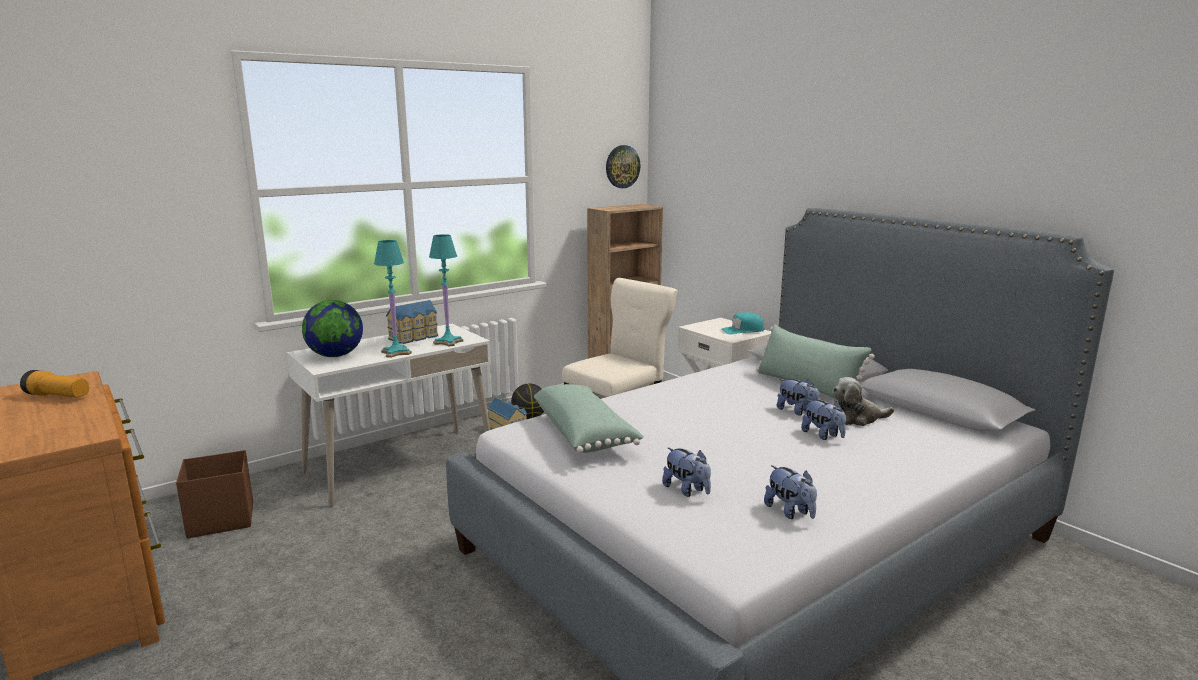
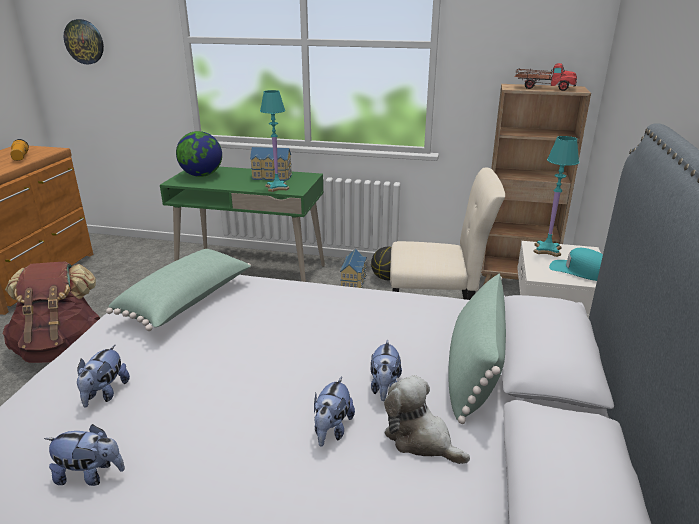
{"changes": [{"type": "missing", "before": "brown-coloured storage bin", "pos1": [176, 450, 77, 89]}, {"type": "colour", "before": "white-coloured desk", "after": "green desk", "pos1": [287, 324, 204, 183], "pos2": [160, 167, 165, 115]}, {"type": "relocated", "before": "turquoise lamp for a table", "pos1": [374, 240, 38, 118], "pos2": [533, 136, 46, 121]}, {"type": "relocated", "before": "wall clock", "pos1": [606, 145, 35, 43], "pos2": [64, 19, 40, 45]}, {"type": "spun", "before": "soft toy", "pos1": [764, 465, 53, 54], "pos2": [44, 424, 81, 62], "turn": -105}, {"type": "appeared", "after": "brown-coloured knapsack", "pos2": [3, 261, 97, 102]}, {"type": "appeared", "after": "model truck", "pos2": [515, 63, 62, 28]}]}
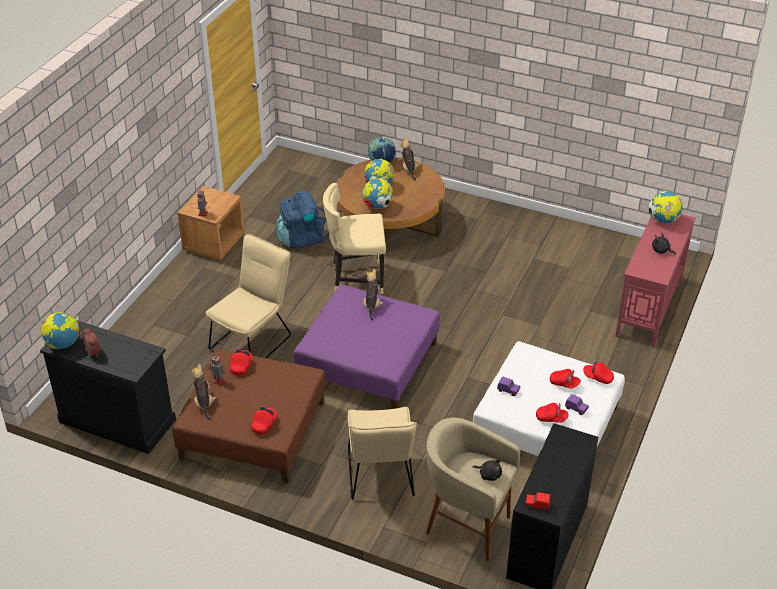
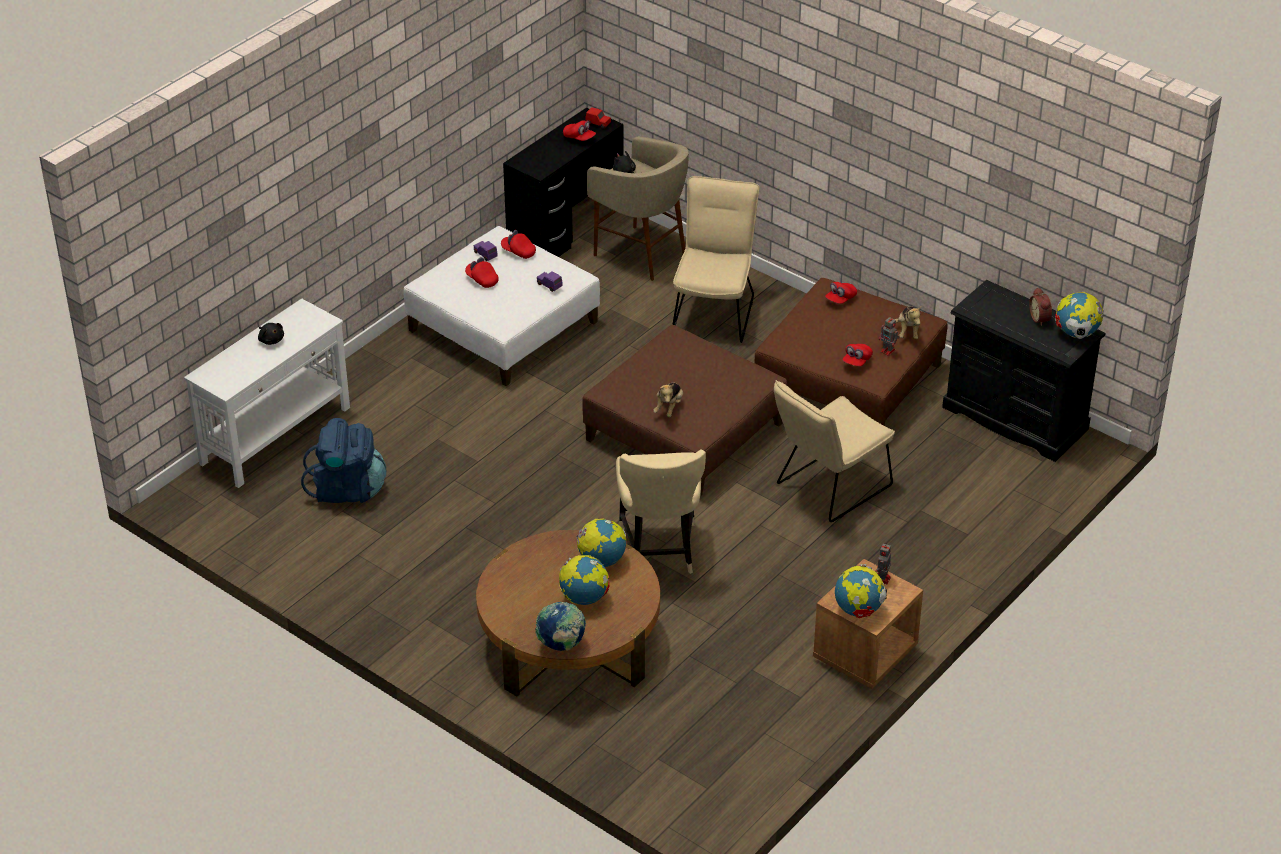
{"changes": [{"type": "relocated", "before": "blue-coloured knapsack", "pos1": [275, 191, 54, 58], "pos2": [301, 418, 85, 85]}, {"type": "colour", "before": "purplish footrest", "after": "brown-coloured footrest", "pos1": [294, 285, 146, 124], "pos2": [582, 325, 205, 171]}, {"type": "spun", "before": "sand-coloured chair", "pos1": [323, 183, 63, 111], "pos2": [616, 449, 90, 125], "turn": 75}, {"type": "missing", "before": "soft toy", "pos1": [400, 137, 19, 44]}, {"type": "relocated", "before": "red peaked cap", "pos1": [583, 360, 31, 24], "pos2": [563, 120, 33, 21]}, {"type": "colour", "before": "red console table", "after": "white-coloured console table", "pos1": [615, 214, 81, 134], "pos2": [184, 298, 166, 190]}, {"type": "relocated", "before": "world globe", "pos1": [649, 191, 33, 32], "pos2": [835, 564, 52, 54]}]}
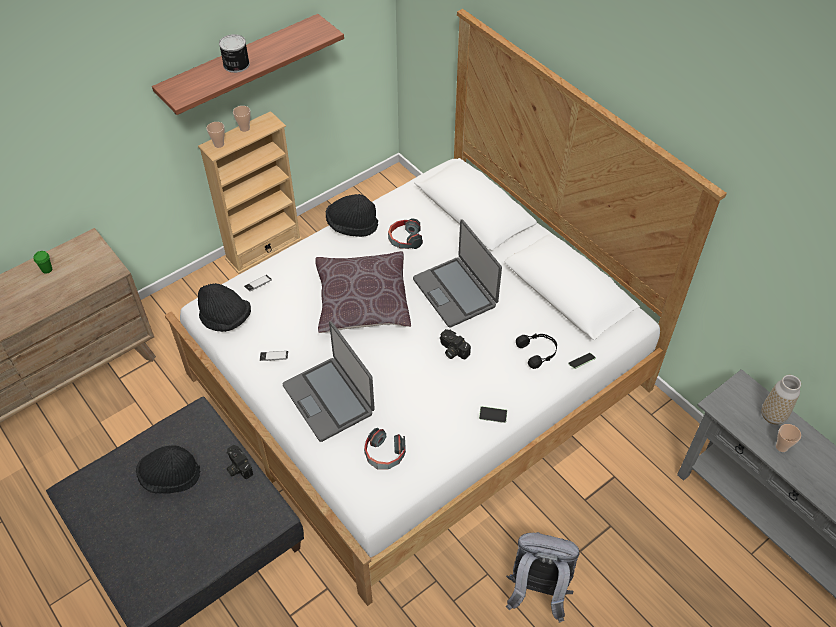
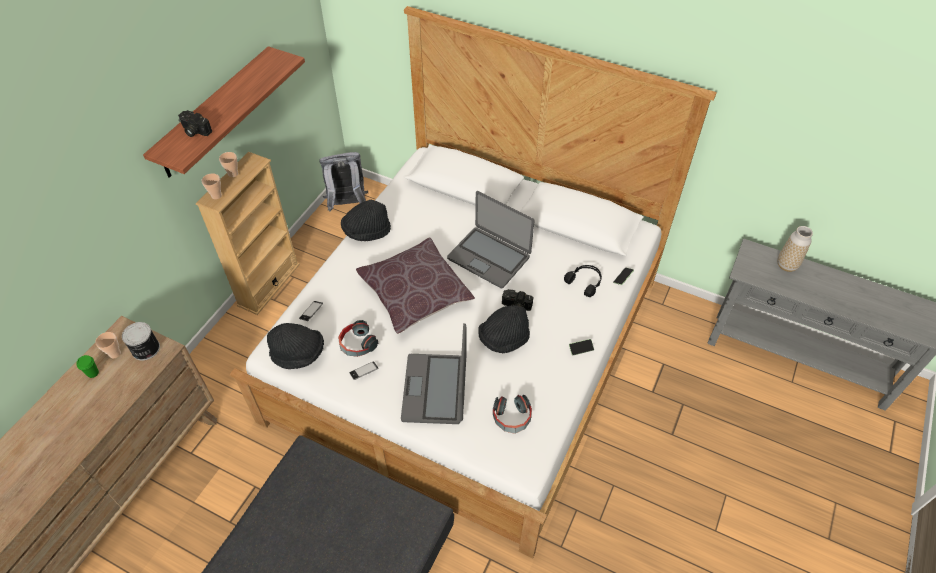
{"changes": [{"type": "relocated", "before": "blackish clothing hat", "pos1": [136, 445, 64, 49], "pos2": [478, 305, 52, 48]}, {"type": "relocated", "before": "can", "pos1": [219, 34, 31, 39], "pos2": [122, 322, 38, 38]}, {"type": "relocated", "before": "still camera", "pos1": [227, 445, 26, 34], "pos2": [178, 110, 34, 27]}, {"type": "spun", "before": "laptop", "pos1": [283, 321, 92, 121], "pos2": [401, 323, 65, 101], "turn": 60}, {"type": "relocated", "before": "headphones", "pos1": [388, 218, 35, 31], "pos2": [338, 320, 40, 37]}, {"type": "relocated", "before": "greyish knapsack", "pos1": [506, 532, 74, 91], "pos2": [319, 152, 49, 60]}, {"type": "relocated", "before": "small cup", "pos1": [776, 424, 25, 28], "pos2": [95, 332, 26, 26]}]}
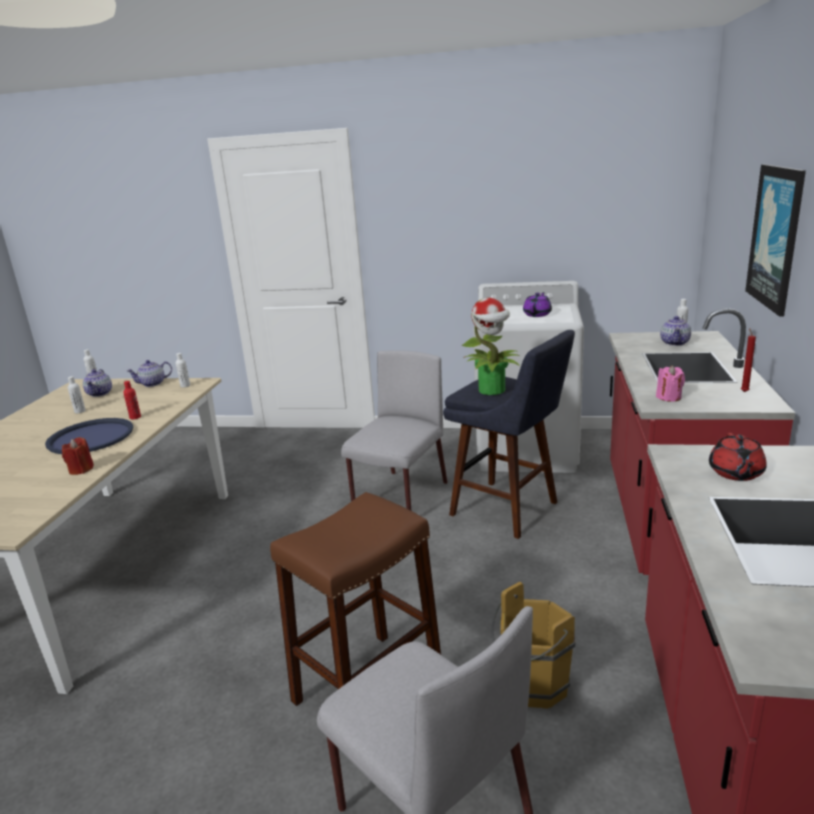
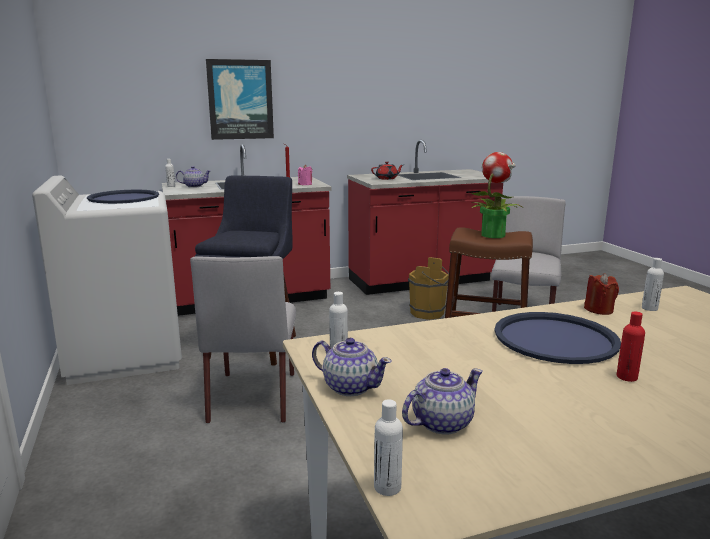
{"changes": [{"type": "relocated", "before": "white-coloured bottle", "pos1": [68, 376, 17, 37], "pos2": [642, 258, 22, 53]}, {"type": "relocated", "before": "red bottle", "pos1": [123, 381, 18, 39], "pos2": [617, 311, 28, 71]}, {"type": "spun", "before": "greyish chair", "pos1": [341, 350, 107, 160], "pos2": [190, 256, 106, 168], "turn": -90}, {"type": "relocated", "before": "plant in a pot", "pos1": [461, 298, 59, 97], "pos2": [471, 152, 51, 86]}, {"type": "exchanged", "before": "purplish pot for tea", "after": "blue-coloured tray", "pos1": [523, 292, 29, 25], "pos2": [87, 190, 72, 14]}]}
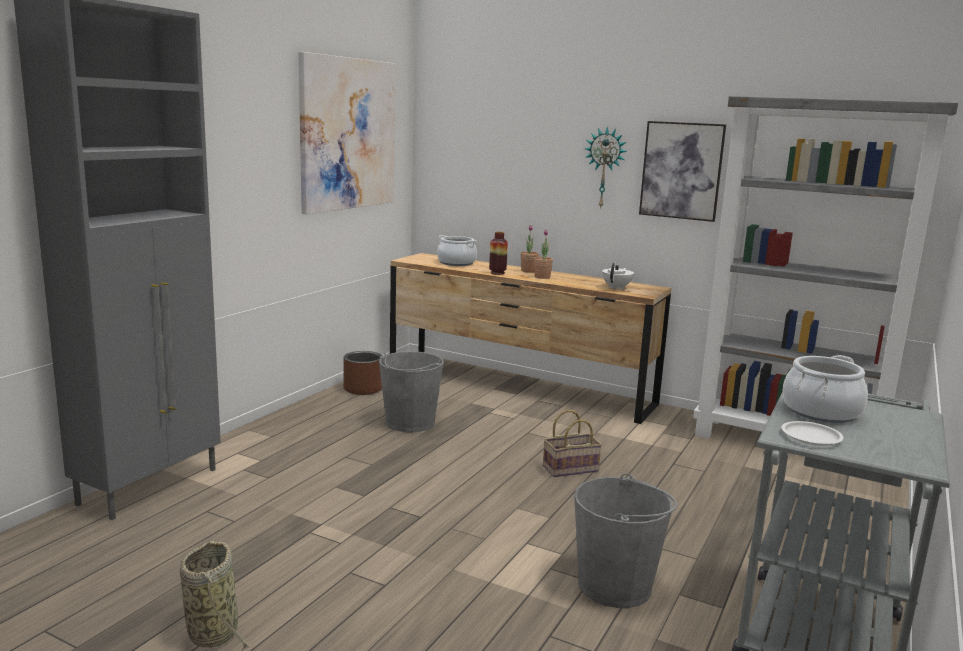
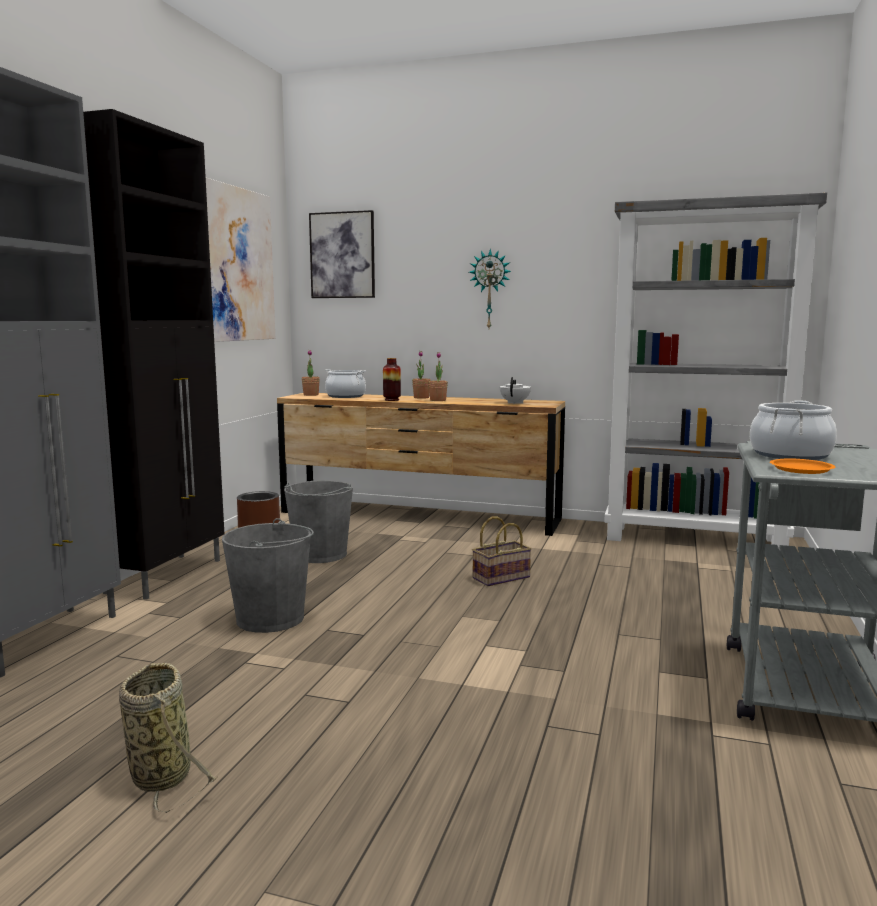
{"changes": [{"type": "relocated", "before": "greyish water bucket", "pos1": [574, 473, 103, 135], "pos2": [222, 518, 92, 115]}, {"type": "relocated", "before": "picture", "pos1": [639, 121, 87, 101], "pos2": [309, 210, 66, 88]}, {"type": "colour", "before": "white-coloured dinner plate", "after": "orangey dinner plate", "pos1": [782, 421, 62, 25], "pos2": [770, 459, 65, 15]}, {"type": "appeared", "after": "blackish storage cabinet", "pos2": [83, 109, 141, 491]}, {"type": "appeared", "after": "plant in a pot", "pos2": [302, 350, 18, 46]}]}
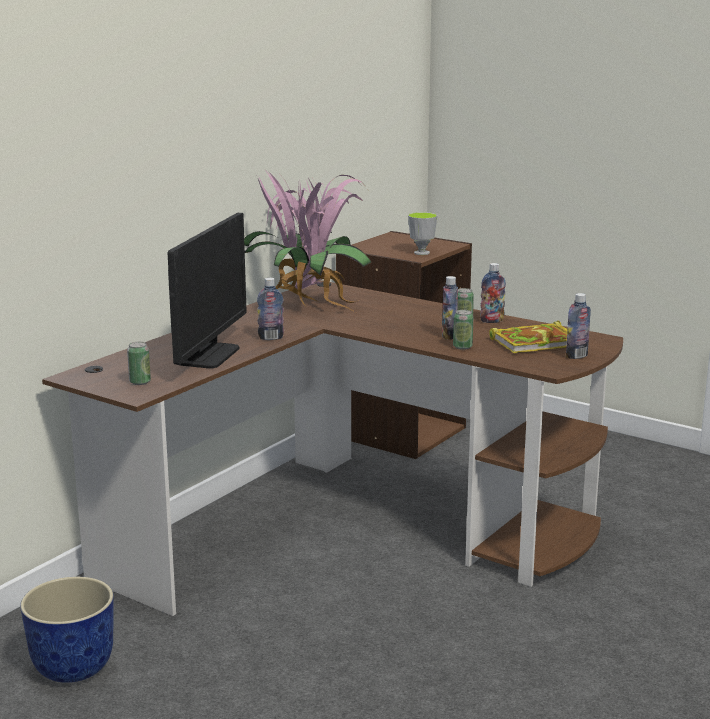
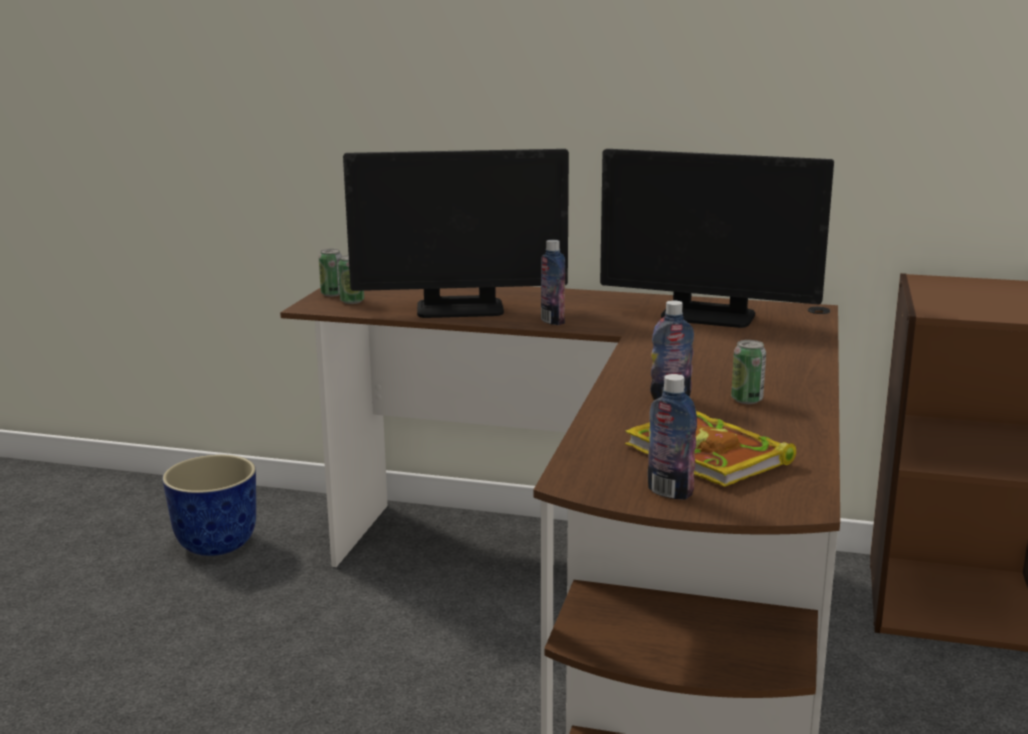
{"changes": [{"type": "exchanged", "before": "plant in a pot", "after": "computer screen", "pos1": [244, 171, 128, 141], "pos2": [600, 149, 234, 179]}, {"type": "missing", "before": "small cup", "pos1": [408, 212, 29, 43]}, {"type": "relocated", "before": "can", "pos1": [453, 310, 21, 40], "pos2": [319, 249, 23, 48]}, {"type": "missing", "before": "bottle", "pos1": [480, 263, 26, 60]}]}
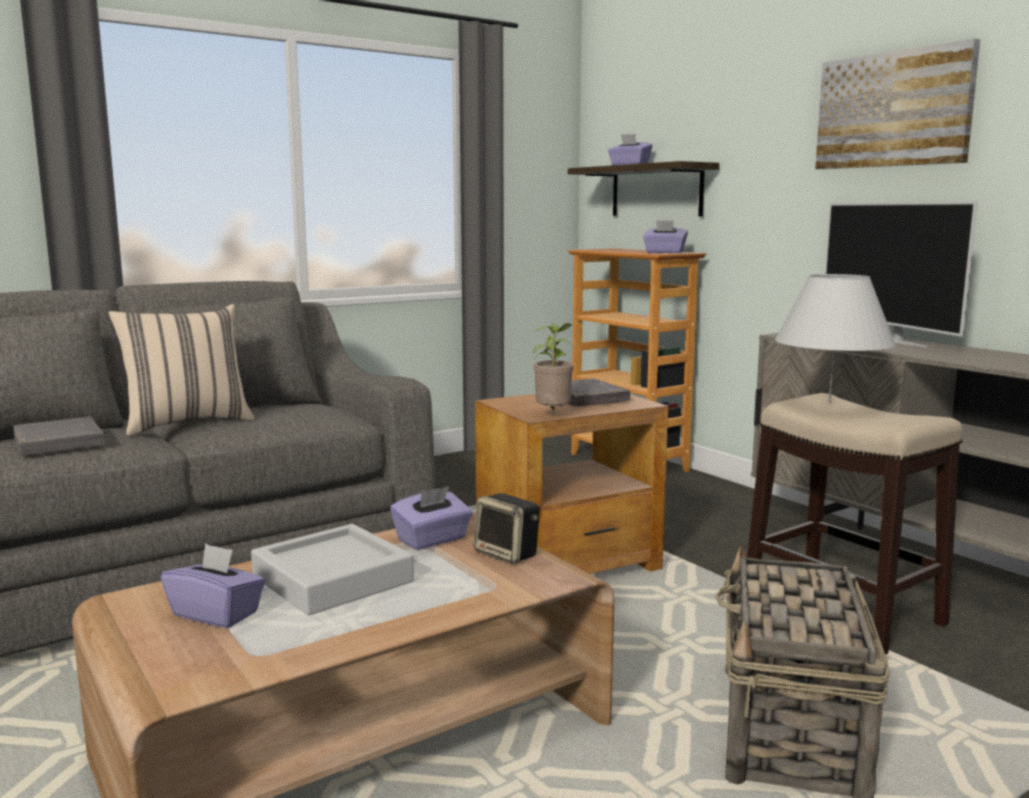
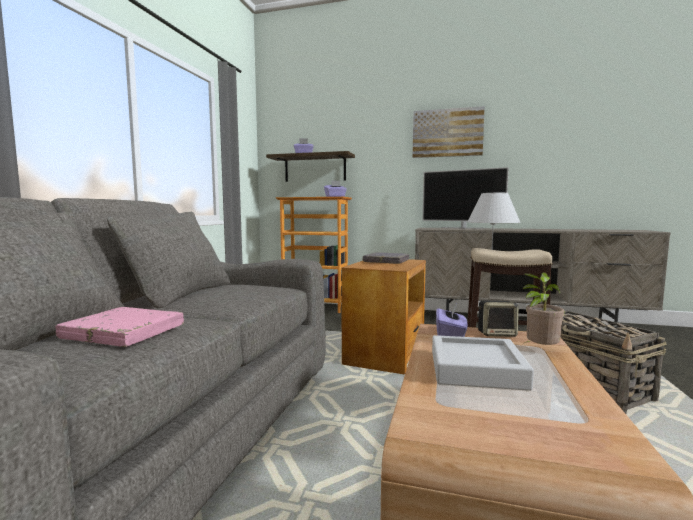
{"changes": [{"type": "colour", "before": "greyish book", "after": "pink book", "pos1": [13, 417, 91, 39], "pos2": [56, 307, 128, 40]}, {"type": "missing", "before": "sand-coloured cushion", "pos1": [108, 304, 147, 132]}, {"type": "missing", "before": "purplish tissue box", "pos1": [160, 543, 106, 85]}, {"type": "relocated", "before": "plant in a pot", "pos1": [533, 323, 41, 86], "pos2": [522, 272, 42, 73]}]}
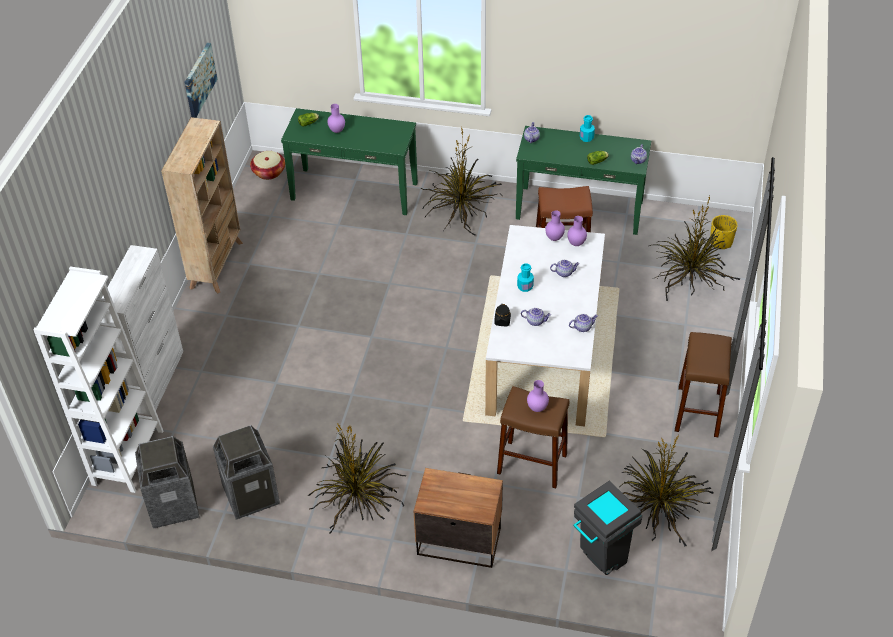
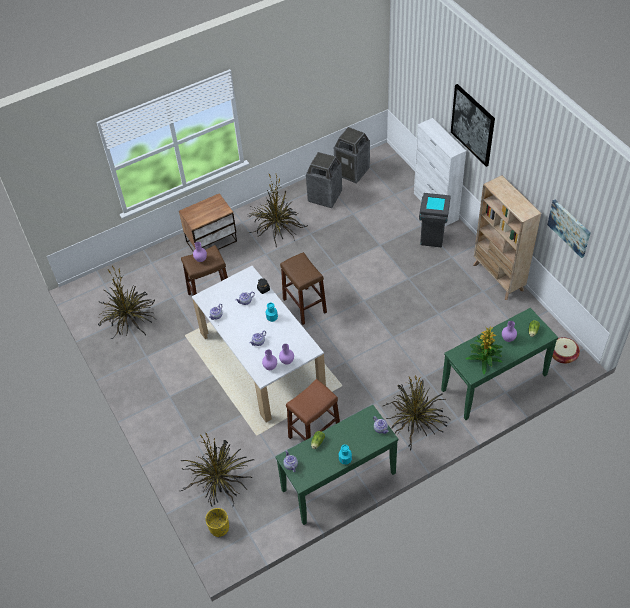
{"changes": [{"type": "missing", "before": "white-coloured bookshelf", "pos1": [33, 267, 130, 226]}, {"type": "relocated", "before": "greyish rubbish bin", "pos1": [573, 481, 69, 94], "pos2": [419, 193, 32, 54]}, {"type": "relocated", "before": "brown-coloured stool seat", "pos1": [675, 332, 57, 105], "pos2": [280, 252, 47, 73]}, {"type": "appeared", "after": "picture", "pos2": [451, 84, 44, 83]}, {"type": "appeared", "after": "plant in a pot", "pos2": [466, 326, 37, 48]}]}
